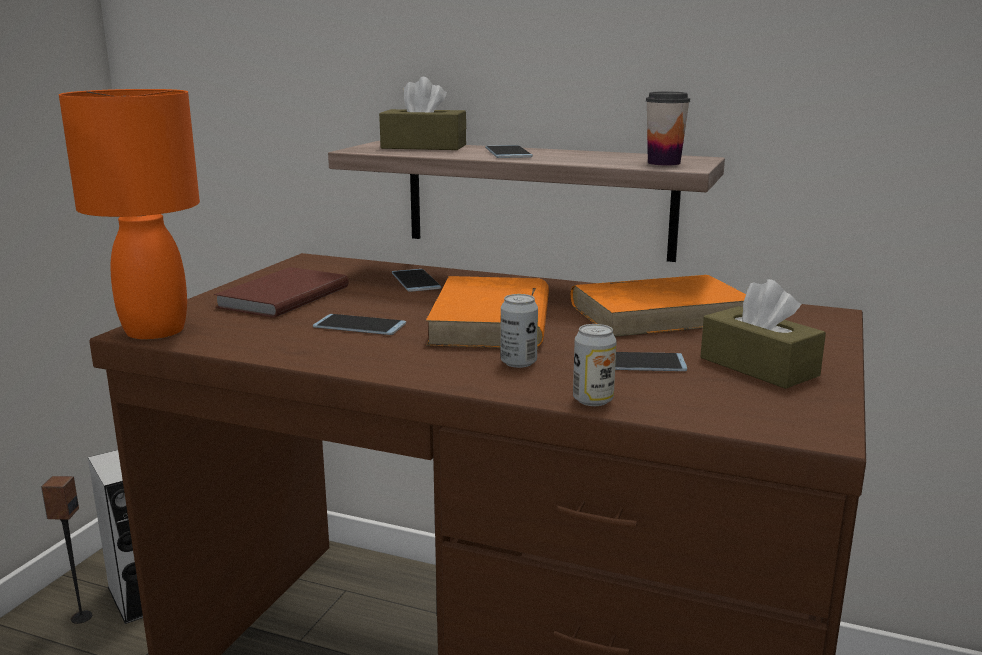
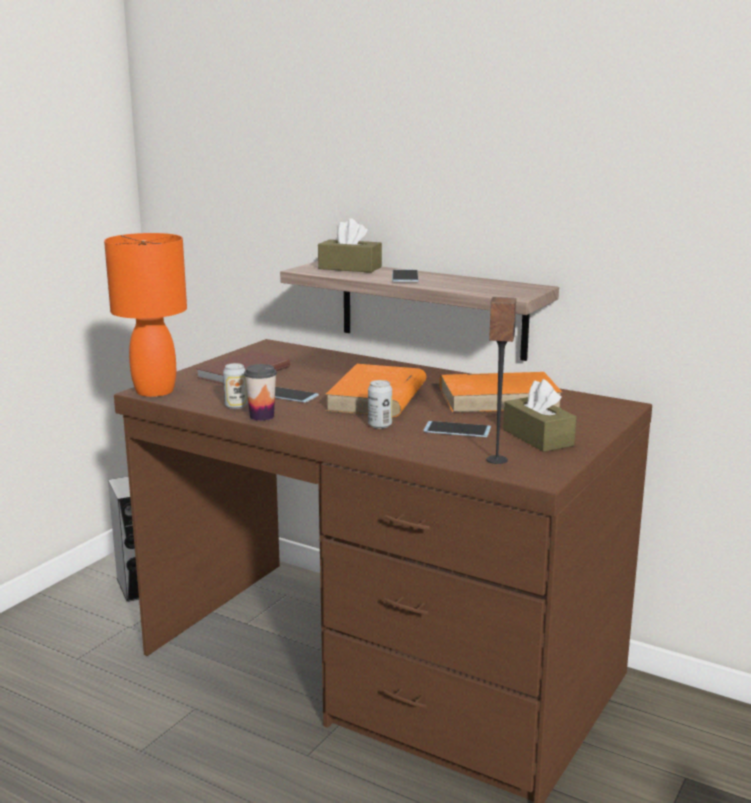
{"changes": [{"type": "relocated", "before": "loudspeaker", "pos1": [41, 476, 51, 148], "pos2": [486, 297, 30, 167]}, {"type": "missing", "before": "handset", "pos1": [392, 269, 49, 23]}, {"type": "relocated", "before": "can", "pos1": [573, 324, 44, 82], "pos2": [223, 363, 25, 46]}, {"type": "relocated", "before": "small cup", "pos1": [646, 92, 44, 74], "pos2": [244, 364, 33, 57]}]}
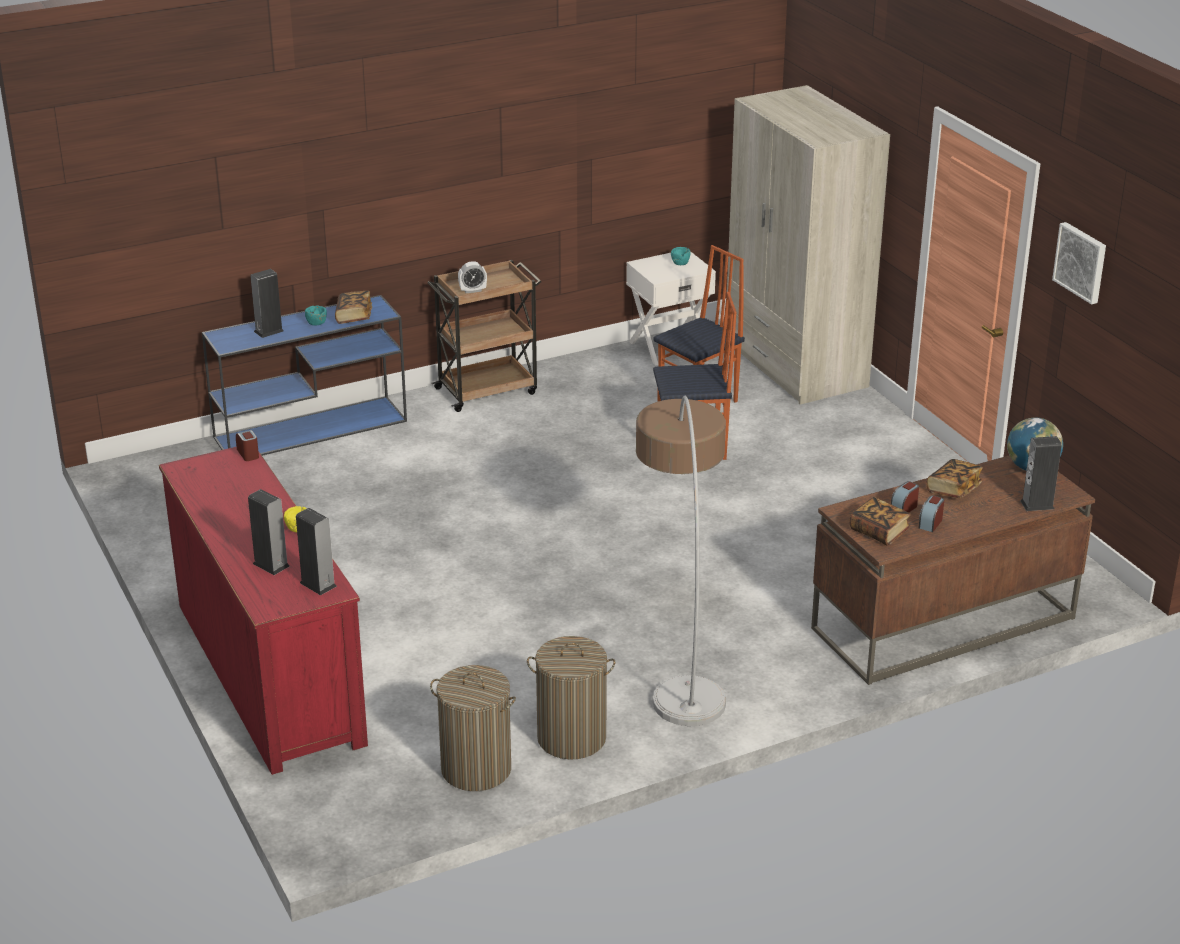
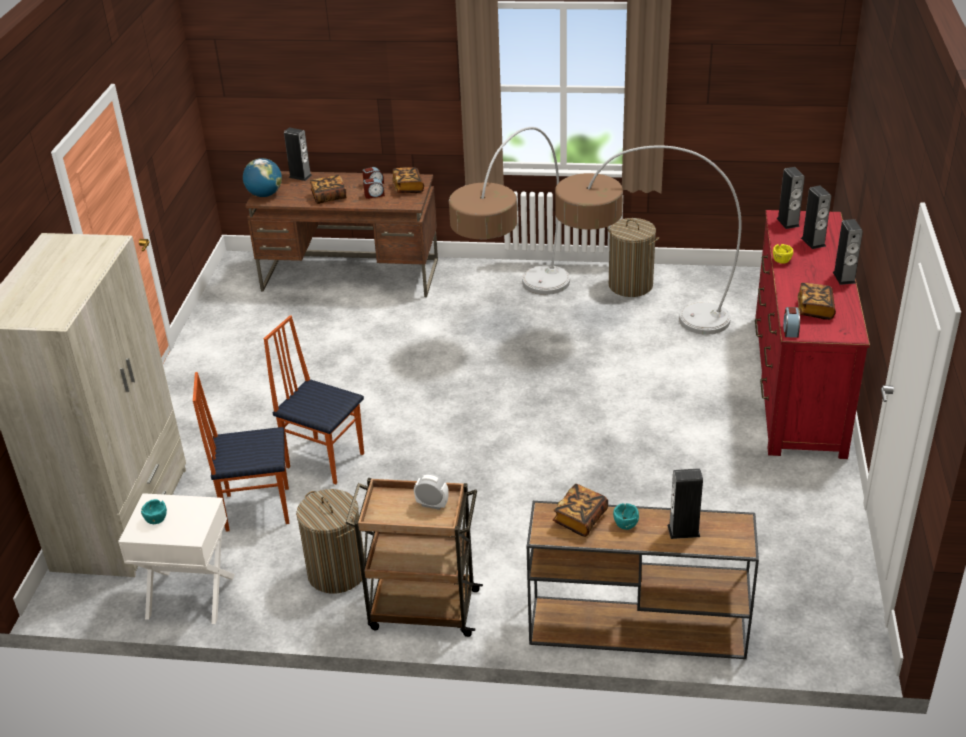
{"changes": [{"type": "colour", "before": "blue-coloured console table", "after": "brown-coloured console table", "pos1": [202, 295, 205, 161], "pos2": [527, 501, 232, 158]}, {"type": "relocated", "before": "washing basket", "pos1": [430, 665, 86, 126], "pos2": [296, 489, 68, 105]}, {"type": "missing", "before": "picture", "pos1": [1052, 222, 54, 82]}, {"type": "appeared", "after": "standing lamp", "pos2": [555, 145, 187, 190]}, {"type": "appeared", "after": "book", "pos2": [798, 283, 38, 37]}, {"type": "appeared", "after": "loudspeaker", "pos2": [833, 219, 30, 66]}]}
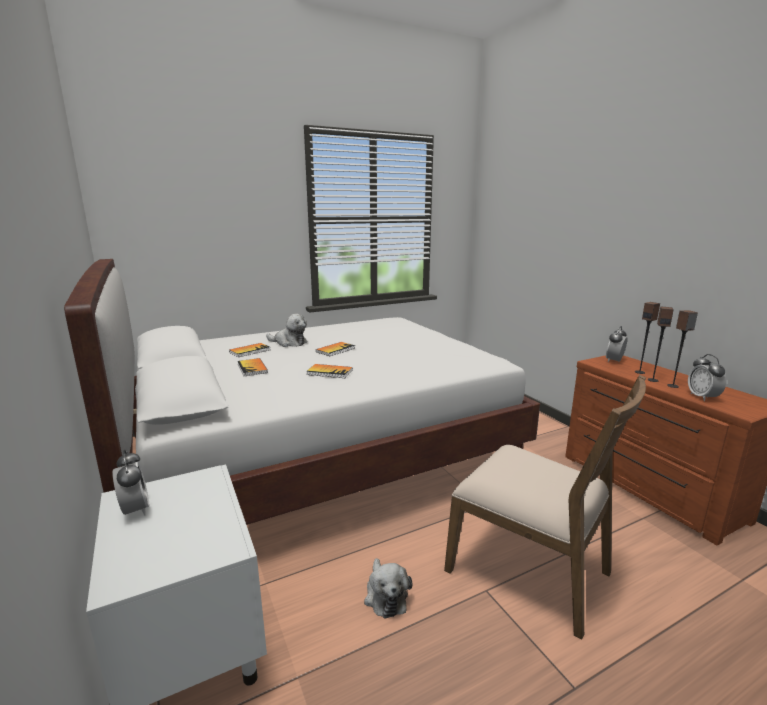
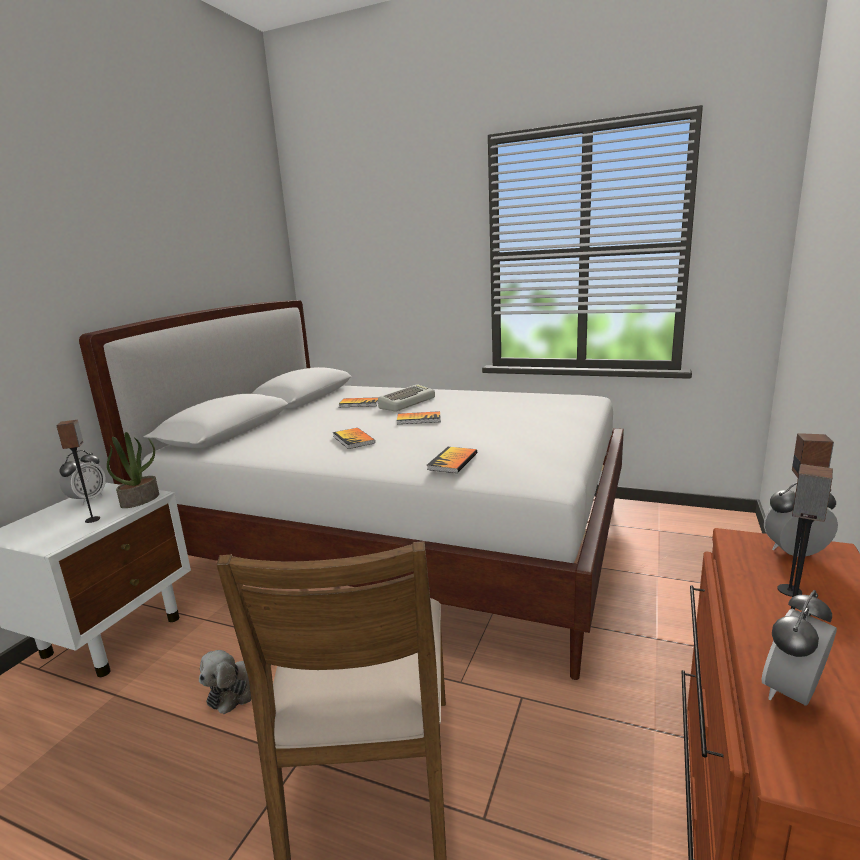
{"changes": [{"type": "relocated", "before": "book", "pos1": [238, 358, 30, 18], "pos2": [427, 447, 50, 26]}, {"type": "exchanged", "before": "soft toy", "after": "keyboard", "pos1": [266, 314, 41, 33], "pos2": [378, 384, 57, 27]}, {"type": "relocated", "before": "loudspeaker", "pos1": [648, 307, 26, 75], "pos2": [56, 420, 44, 103]}, {"type": "appeared", "after": "plant in a pot", "pos2": [107, 432, 52, 76]}]}
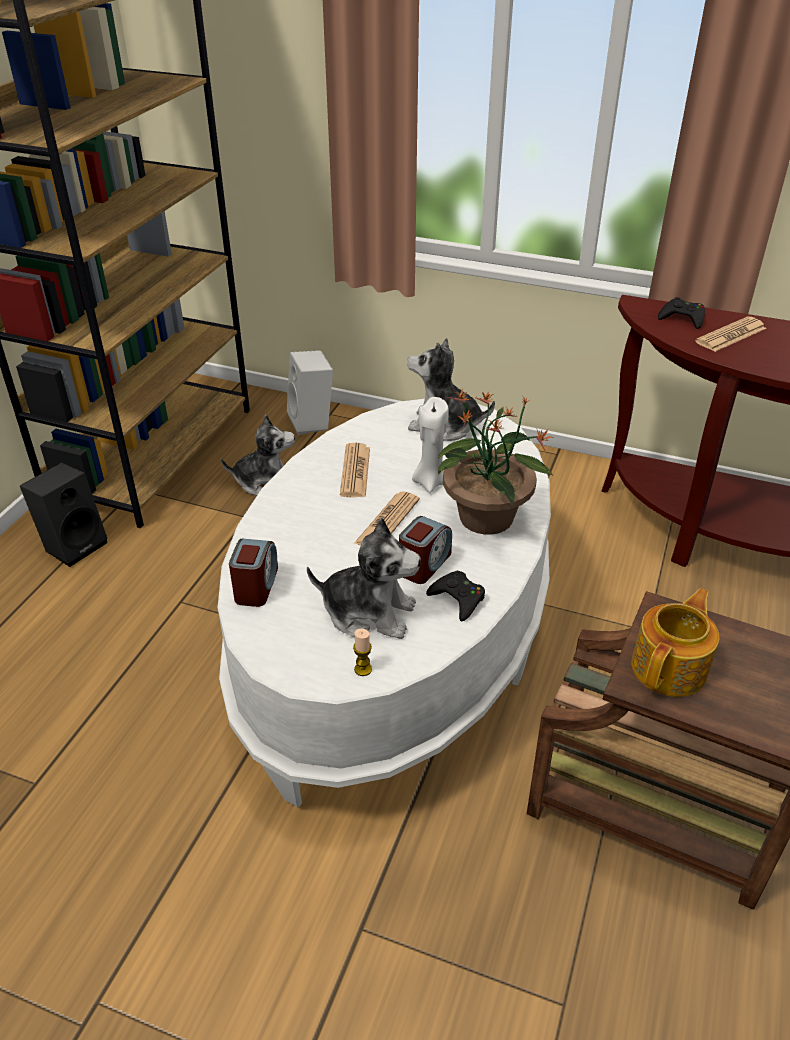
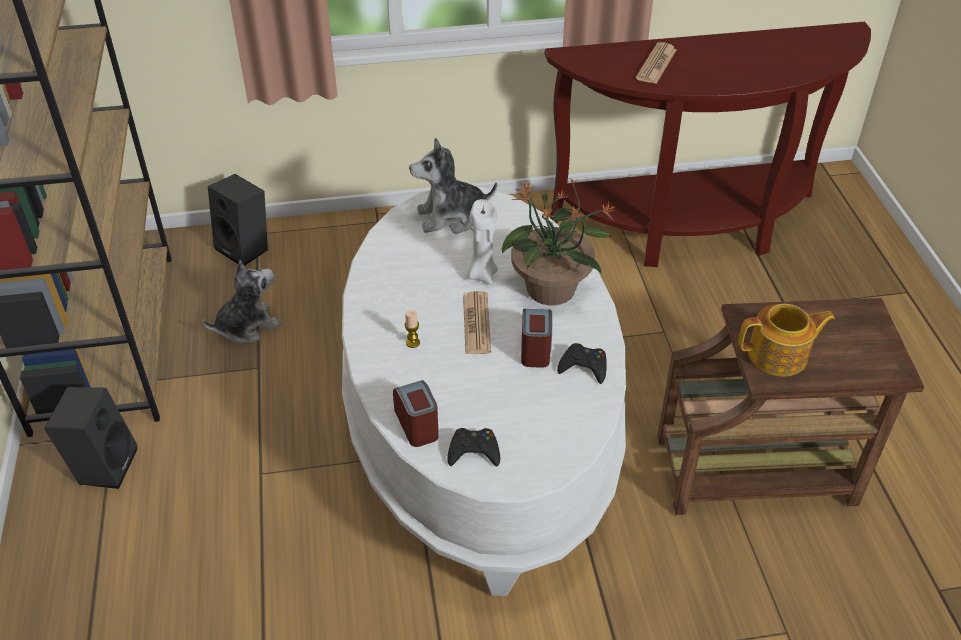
{"changes": [{"type": "colour", "before": "white-coloured loudspeaker", "after": "blackish loudspeaker", "pos1": [287, 350, 46, 85], "pos2": [208, 174, 60, 92]}, {"type": "missing", "before": "soft toy", "pos1": [307, 518, 114, 121]}, {"type": "missing", "before": "printed paper", "pos1": [340, 443, 30, 54]}, {"type": "relocated", "before": "wax candle", "pos1": [353, 629, 19, 47], "pos2": [405, 310, 15, 38]}, {"type": "spun", "before": "pot for tea", "pos1": [631, 588, 88, 109], "pos2": [738, 304, 97, 72], "turn": 75}, {"type": "relocated", "before": "blackish joypad", "pos1": [658, 297, 47, 32], "pos2": [447, 428, 53, 39]}]}
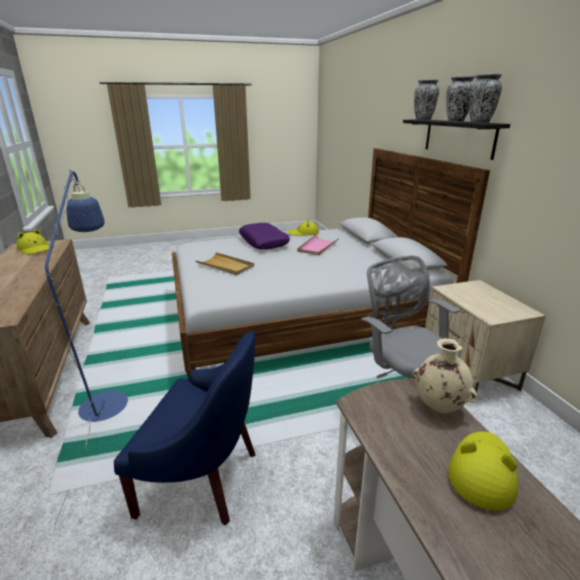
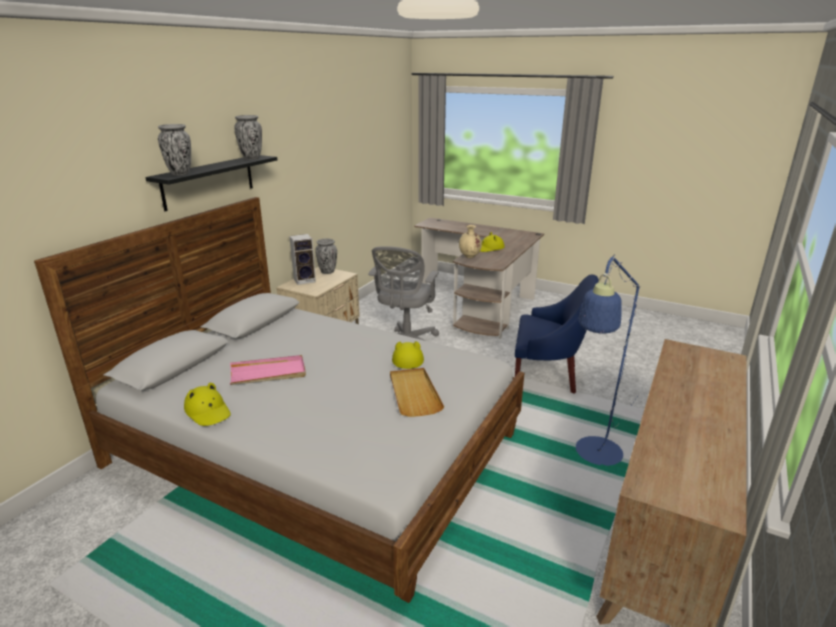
{"changes": [{"type": "relocated", "before": "yellow-coloured clothing hat", "pos1": [17, 229, 32, 26], "pos2": [392, 341, 32, 28]}, {"type": "spun", "before": "blue-coloured armchair", "pos1": [114, 331, 142, 194], "pos2": [515, 274, 84, 119], "turn": 135}, {"type": "missing", "before": "purplish cushion", "pos1": [239, 223, 51, 27]}, {"type": "relocated", "before": "flower vase", "pos1": [446, 76, 29, 46], "pos2": [315, 238, 22, 36]}, {"type": "appeared", "after": "loudspeaker", "pos2": [289, 234, 27, 51]}]}
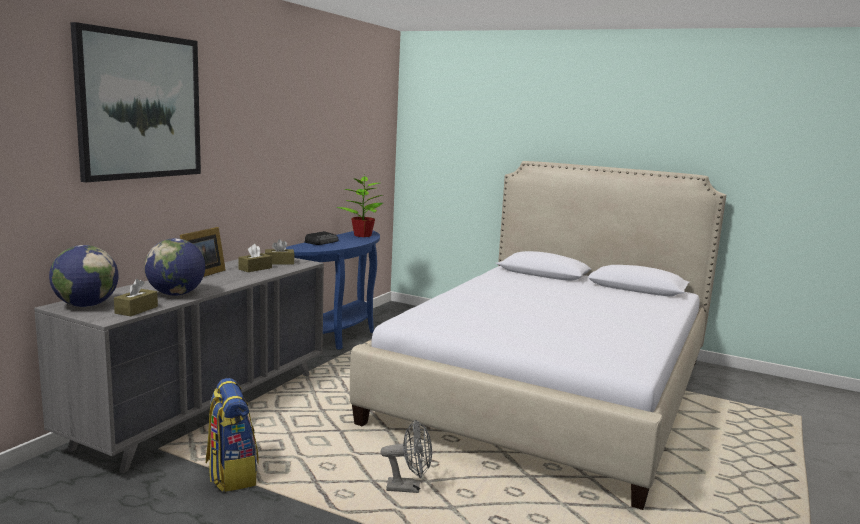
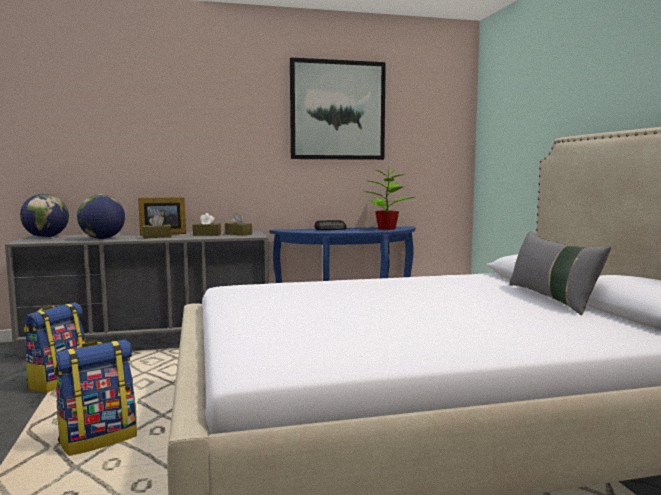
{"changes": [{"type": "relocated", "before": "picture", "pos1": [70, 22, 131, 160], "pos2": [290, 58, 96, 102]}, {"type": "relocated", "before": "brown-coloured tissue box", "pos1": [114, 279, 44, 37], "pos2": [142, 214, 30, 24]}, {"type": "exchanged", "before": "greyish cooling fan", "after": "knapsack", "pos1": [381, 419, 51, 74], "pos2": [54, 340, 83, 116]}, {"type": "appeared", "after": "greyish cushion", "pos2": [509, 231, 102, 84]}]}
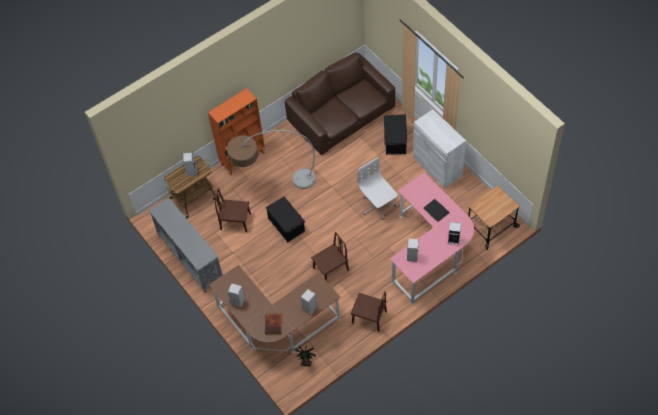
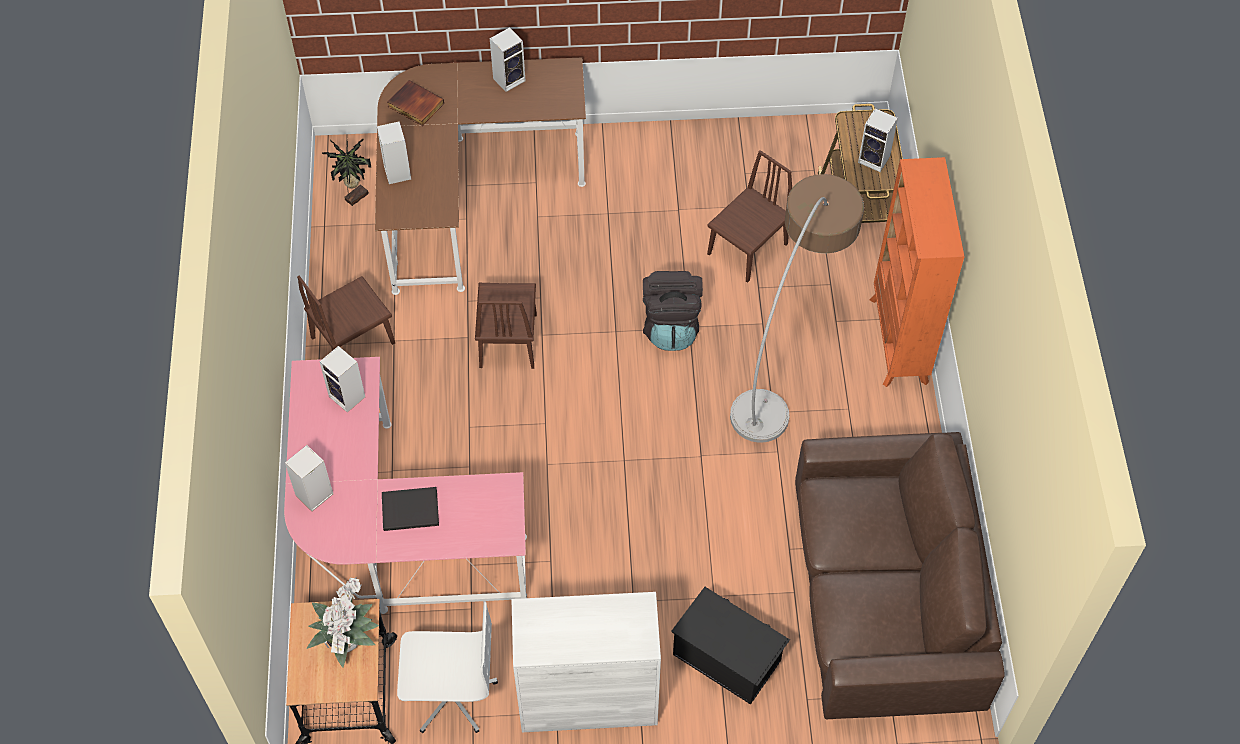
{"changes": [{"type": "missing", "before": "greyish console table", "pos1": [149, 198, 74, 95]}, {"type": "exchanged", "before": "blackish storage bin", "after": "blackish knapsack", "pos1": [265, 197, 40, 45], "pos2": [643, 271, 60, 80]}, {"type": "relocated", "before": "white-coloured computer chair", "pos1": [357, 158, 41, 62], "pos2": [397, 601, 101, 132]}, {"type": "appeared", "after": "plant in a pot", "pos2": [306, 576, 73, 92]}]}
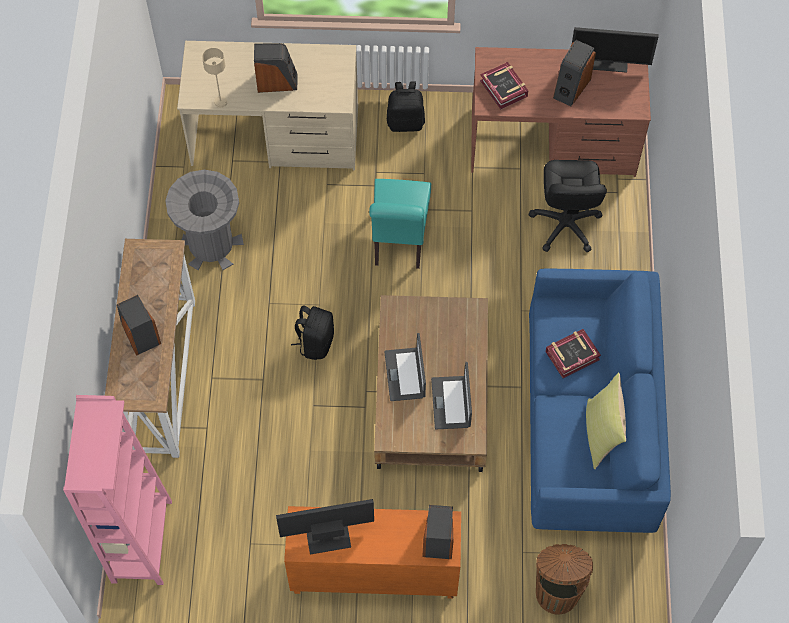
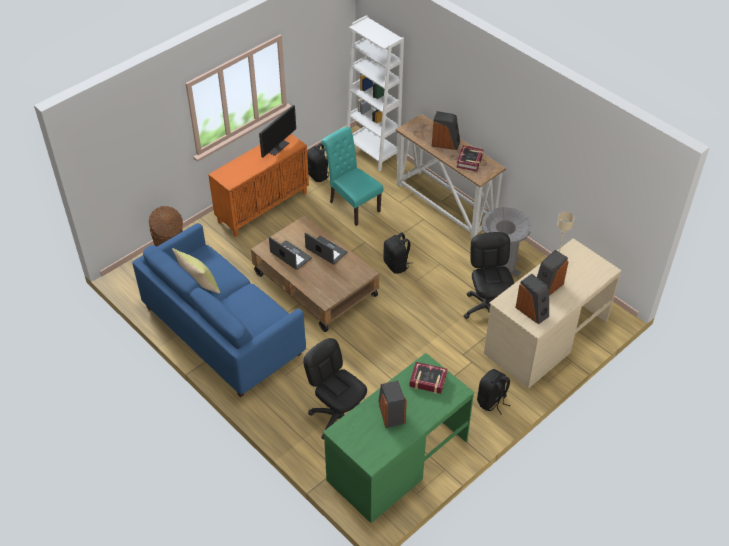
{"changes": [{"type": "colour", "before": "pink bookshelf", "after": "white-coloured bookshelf", "pos1": [63, 395, 109, 190], "pos2": [347, 15, 57, 156]}, {"type": "relocated", "before": "turquoise chair", "pos1": [369, 179, 62, 90], "pos2": [322, 127, 61, 99]}, {"type": "relocated", "before": "loudspeaker", "pos1": [422, 505, 31, 54], "pos2": [515, 274, 34, 50]}, {"type": "colour", "before": "brown-coloured desk", "after": "green desk", "pos1": [471, 47, 180, 130], "pos2": [323, 353, 152, 170]}, {"type": "relocated", "before": "book", "pos1": [546, 329, 55, 49], "pos2": [456, 145, 28, 27]}, {"type": "missing", "before": "computer screen", "pos1": [572, 27, 87, 46]}, {"type": "appeared", "after": "blackish knapsack", "pos2": [307, 143, 22, 39]}, {"type": "appeared", "after": "blackish computer chair", "pos2": [464, 232, 50, 87]}]}
